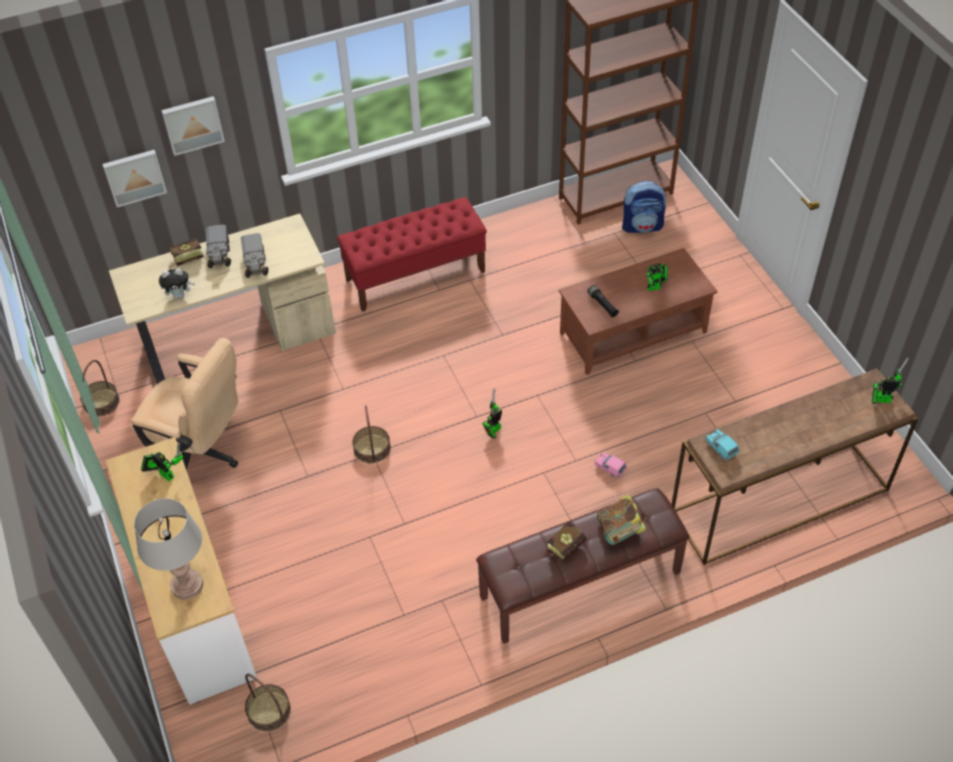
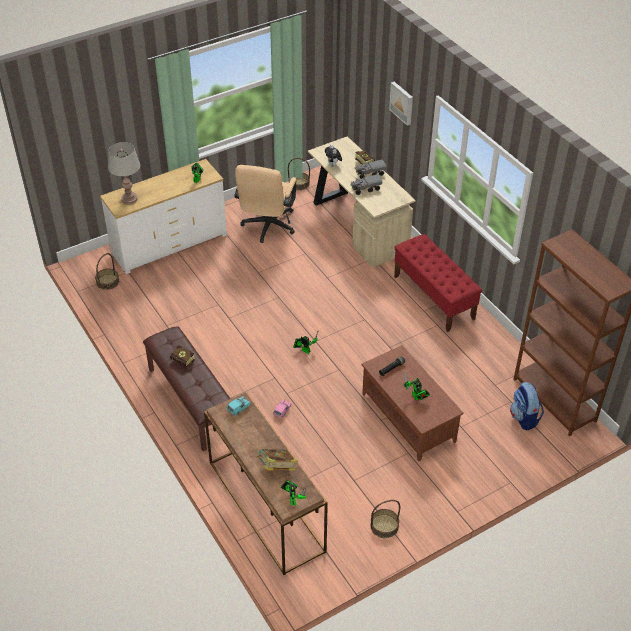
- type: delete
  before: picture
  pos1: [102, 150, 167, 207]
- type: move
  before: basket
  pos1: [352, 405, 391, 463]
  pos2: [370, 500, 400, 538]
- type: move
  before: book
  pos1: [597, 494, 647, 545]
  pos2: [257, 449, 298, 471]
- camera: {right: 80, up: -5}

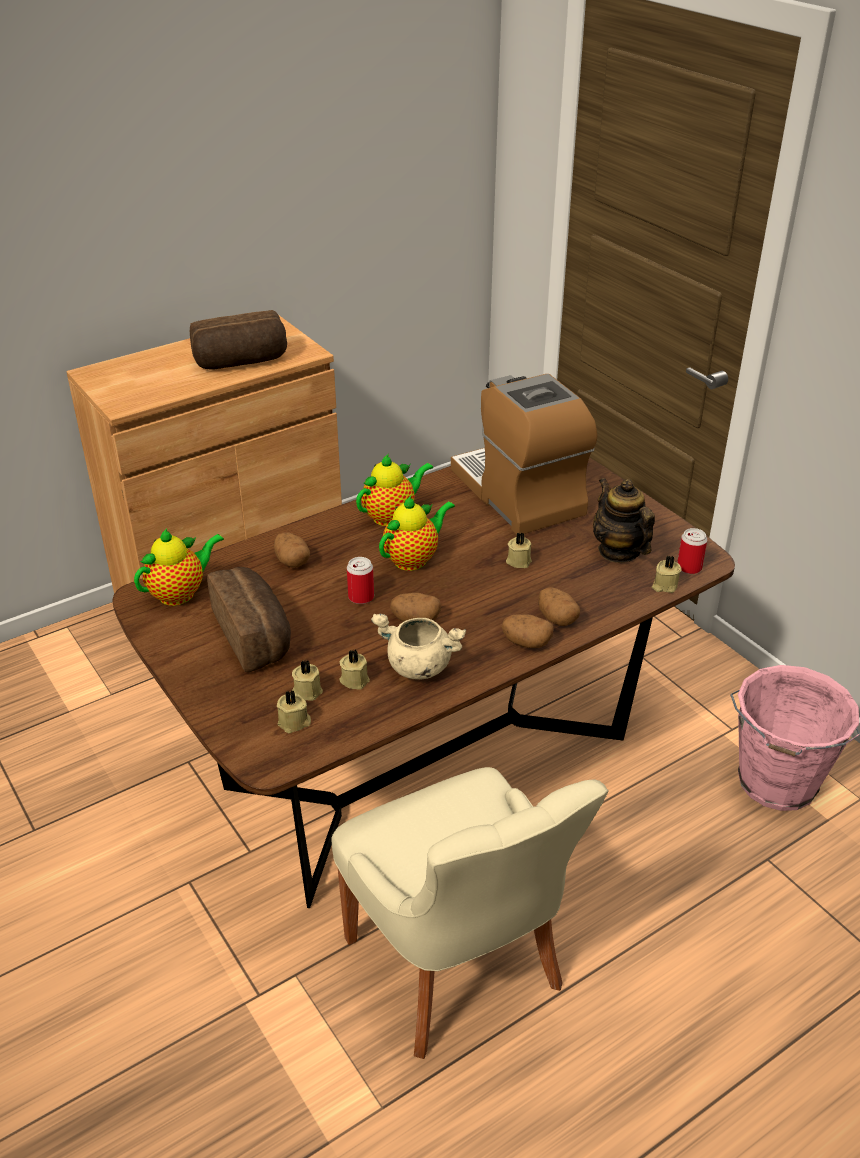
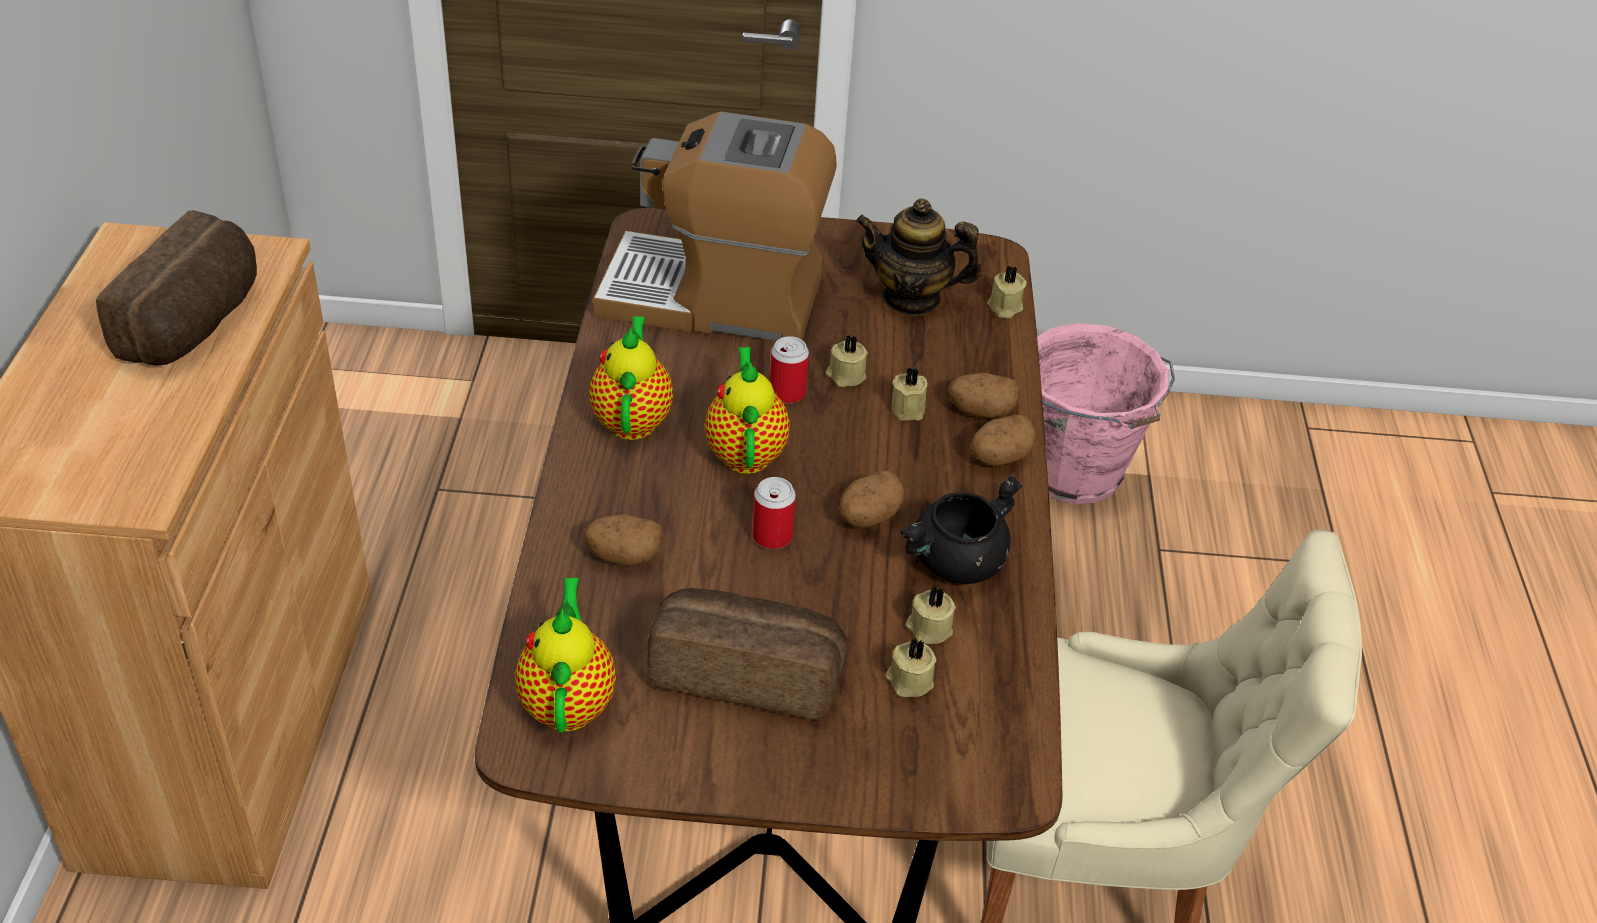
- type: move
  before: candle (beige)
  pos1: [277, 690, 311, 733]
  pos2: [892, 367, 928, 421]
- type: recolor
  before: cooking pot (beige)
  after: cooking pot (black)
  pos1: [371, 614, 466, 680]
  pos2: [900, 475, 1022, 584]
- type: move
  before: can
  pos1: [677, 528, 707, 574]
  pos2: [770, 336, 809, 404]
- camera: {right: -55, up: 5}

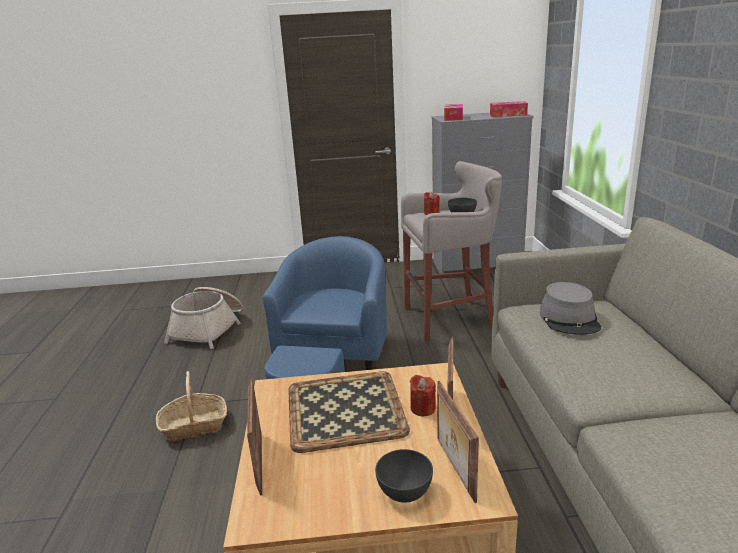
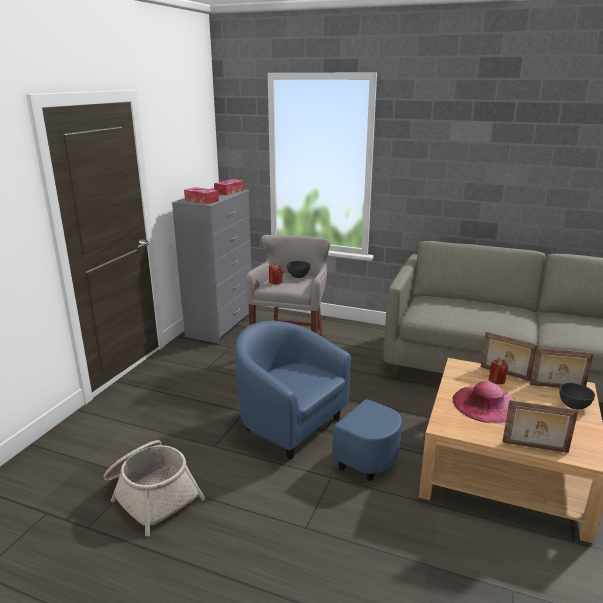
- type: delete
  before: basket
  pos1: [156, 371, 227, 442]
- type: replace
  before: tray
  after: hat (pink)
  pos1: [288, 371, 410, 453]
  pos2: [453, 381, 516, 424]
- type: delete
  before: hat (grey)
  pos1: [540, 282, 601, 335]
- camera: {right: -65, up: 0}

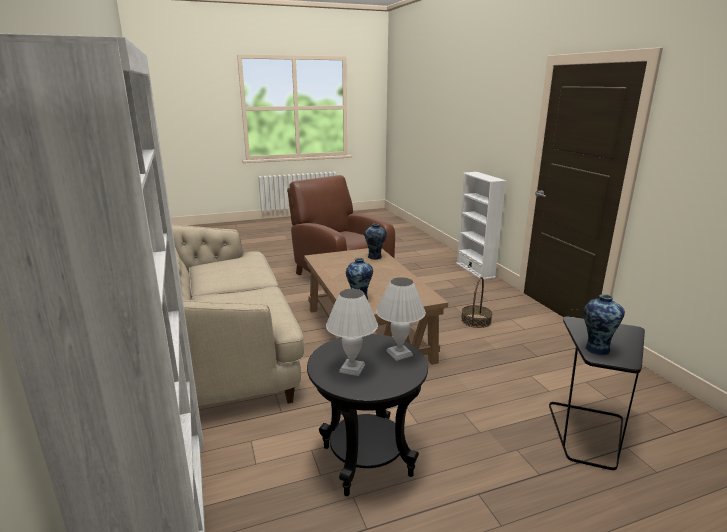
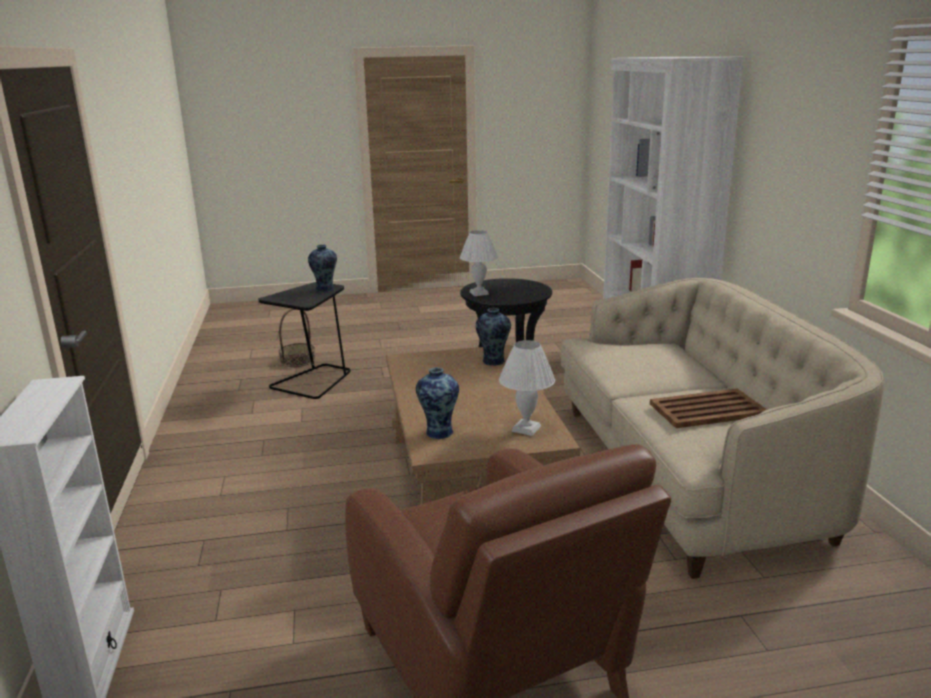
- type: move
  before: table lamp (white)
  pos1: [326, 289, 378, 376]
  pos2: [499, 340, 555, 436]
- type: move
  before: basket
  pos1: [461, 277, 492, 328]
  pos2: [279, 309, 316, 367]
- type: insert
  after: tray (brown)
  pos2: [650, 388, 767, 428]
- camera: {right: -170, up: 0}

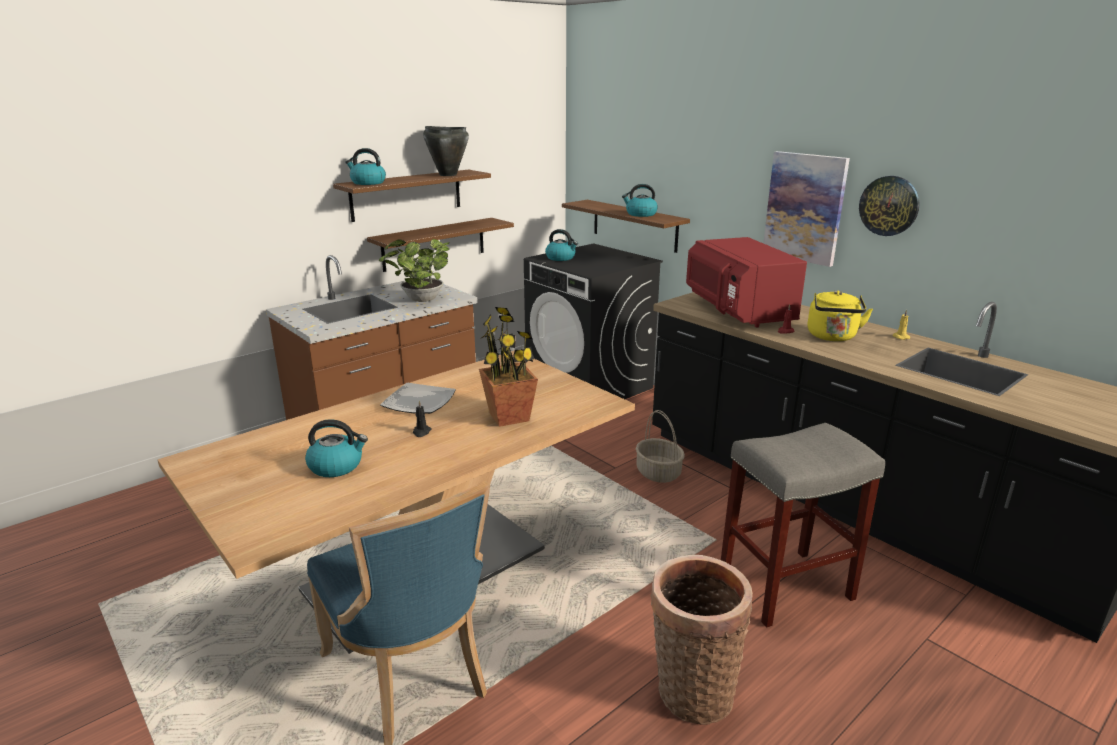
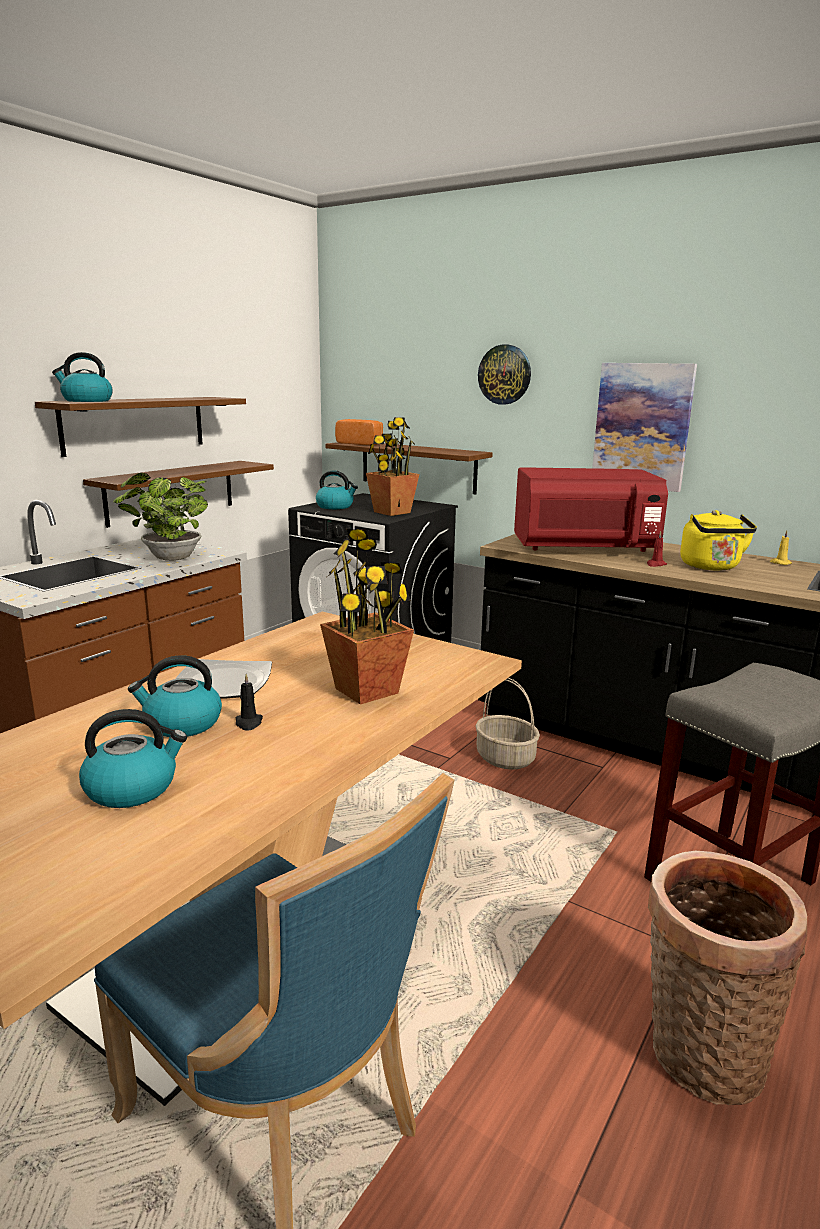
- type: delete
  before: cooking pot (black)
  pos1: [423, 126, 469, 176]
- type: move
  before: kettle
  pos1: [622, 184, 658, 217]
  pos2: [128, 655, 222, 737]
- type: rotate
  before: microwave (red)
  pos1: [686, 237, 807, 327]
  pos2: [514, 467, 668, 552]
  turn: -60
- type: move
  before: wall clock
  pos1: [859, 176, 920, 236]
  pos2: [478, 345, 531, 405]
- type: insert
  after: bread
  pos2: [335, 419, 383, 445]
- type: insert
  after: potted plant
  pos2: [366, 417, 419, 516]
- camera: {right: -15, up: -5}

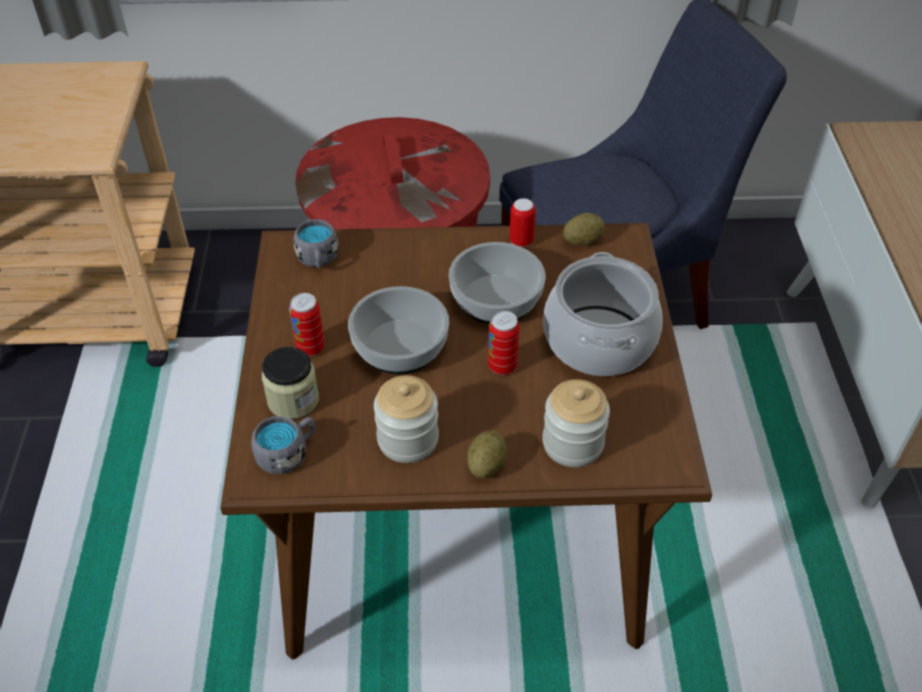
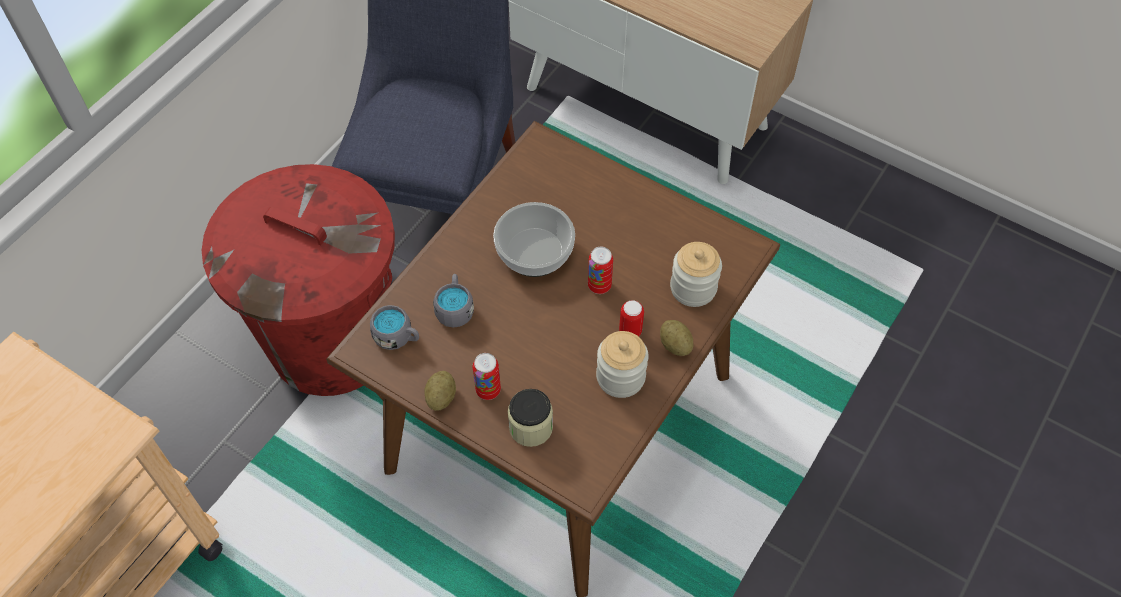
- type: move
  before: mug (grey)
  pos1: [251, 416, 316, 474]
  pos2: [433, 274, 474, 328]
- type: delete
  before: bowl
  pos1: [348, 286, 449, 375]
- type: move
  before: can
  pos1: [509, 198, 536, 247]
  pos2: [619, 300, 644, 337]
- type: delete
  before: cooking pot
  pos1: [543, 252, 662, 376]
- type: move
  before: potato
  pos1: [563, 213, 605, 245]
  pos2: [424, 371, 456, 411]
- camera: {right: -55, up: 10}

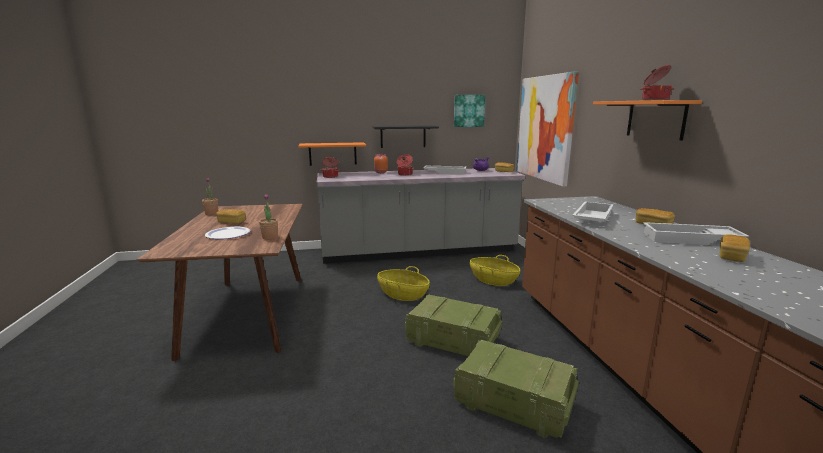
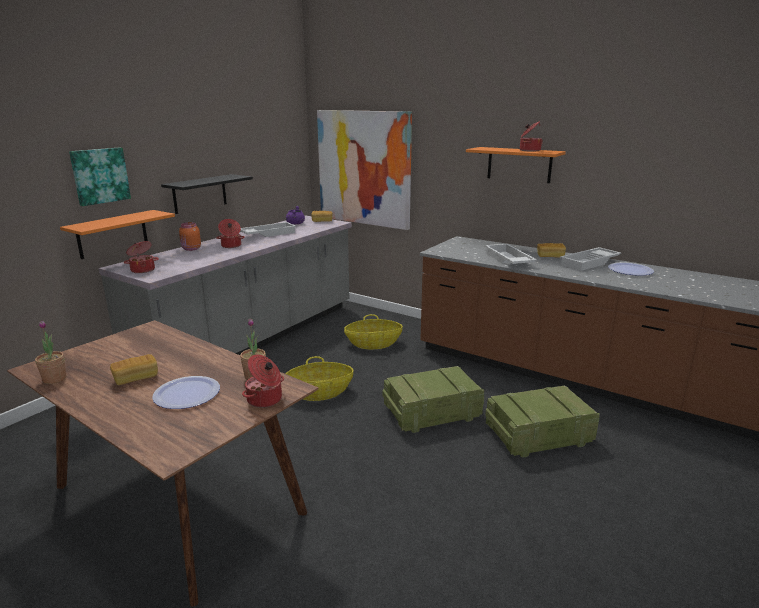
- type: move
  before: picture
  pos1: [454, 95, 485, 127]
  pos2: [69, 148, 131, 206]
- type: replace
  before: bread
  after: plate
  pos1: [719, 234, 750, 262]
  pos2: [608, 263, 654, 276]
- type: insert
  after: cooking pot
  pos2: [242, 355, 284, 408]
- camera: {right: -45, up: 5}

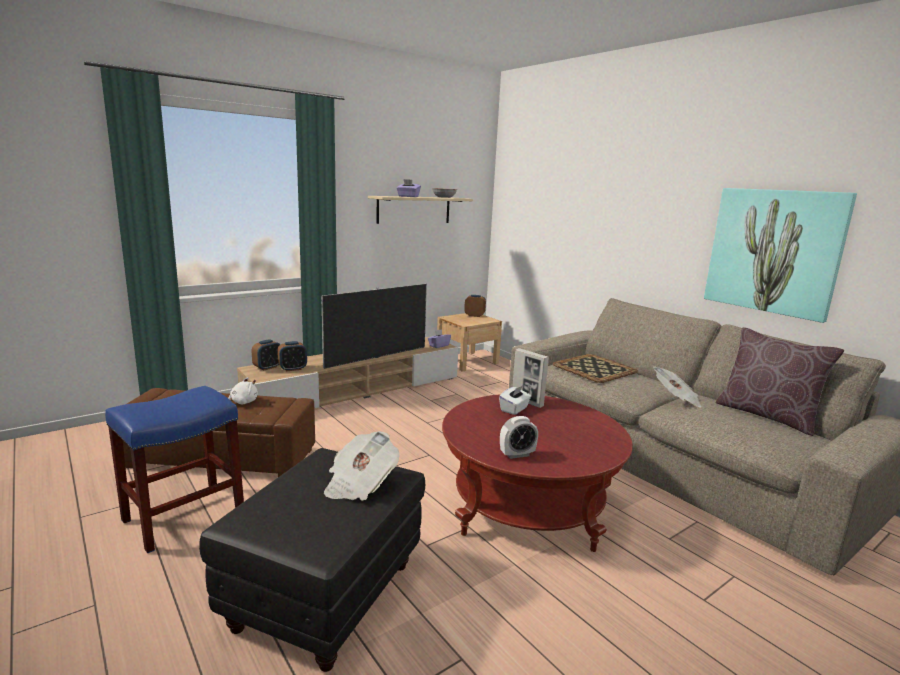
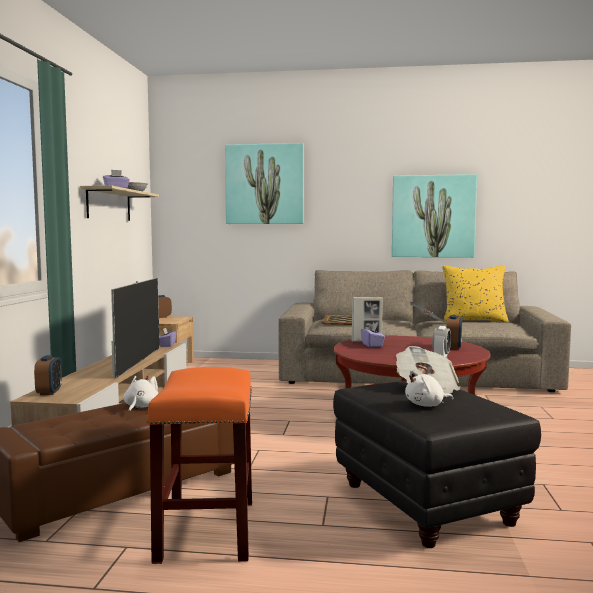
- type: recolor
  before: stool (blue)
  after: stool (orange)
  pos1: [105, 386, 244, 553]
  pos2: [147, 367, 252, 564]
- type: move
  before: alarm clock
  pos1: [277, 341, 307, 371]
  pos2: [446, 315, 462, 349]
- type: recolor
  before: tissue box (white)
  after: tissue box (purple)
  pos1: [499, 386, 531, 415]
  pos2: [361, 324, 385, 348]
- type: recolor
  before: pillow (brown)
  after: pillow (yellow)
  pos1: [716, 327, 844, 436]
  pos2: [442, 266, 509, 322]
- type: insert
  after: picture
  pos2: [225, 143, 304, 224]
- type: insert
  after: plush toy (white)
  pos2: [405, 370, 454, 407]
- camera: {right: -45, up: -10}

